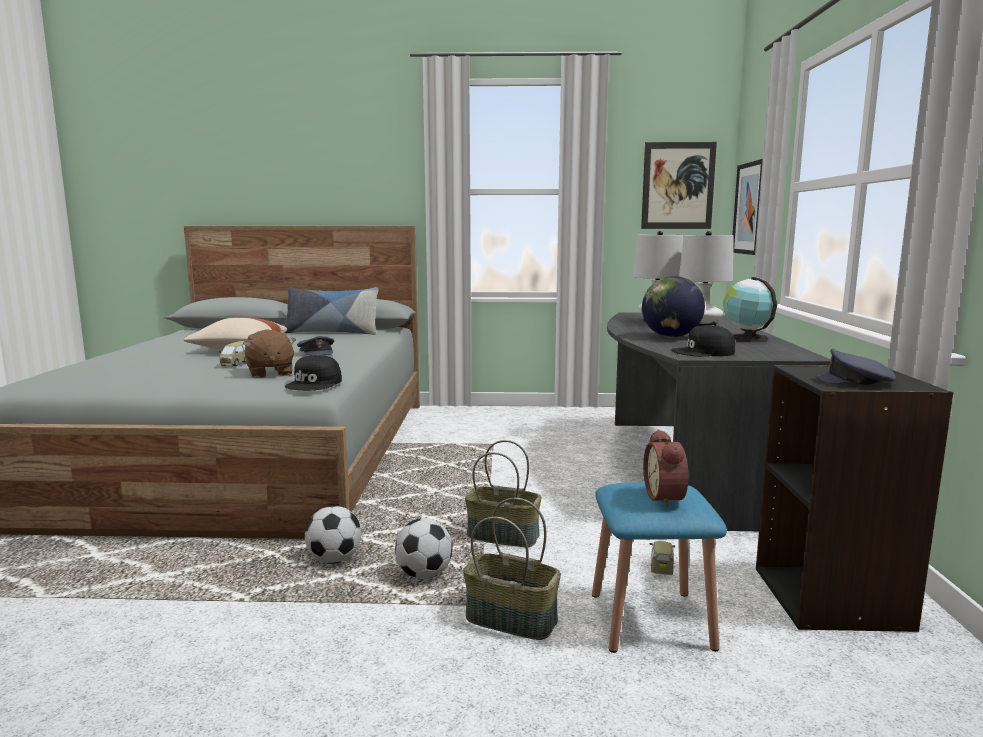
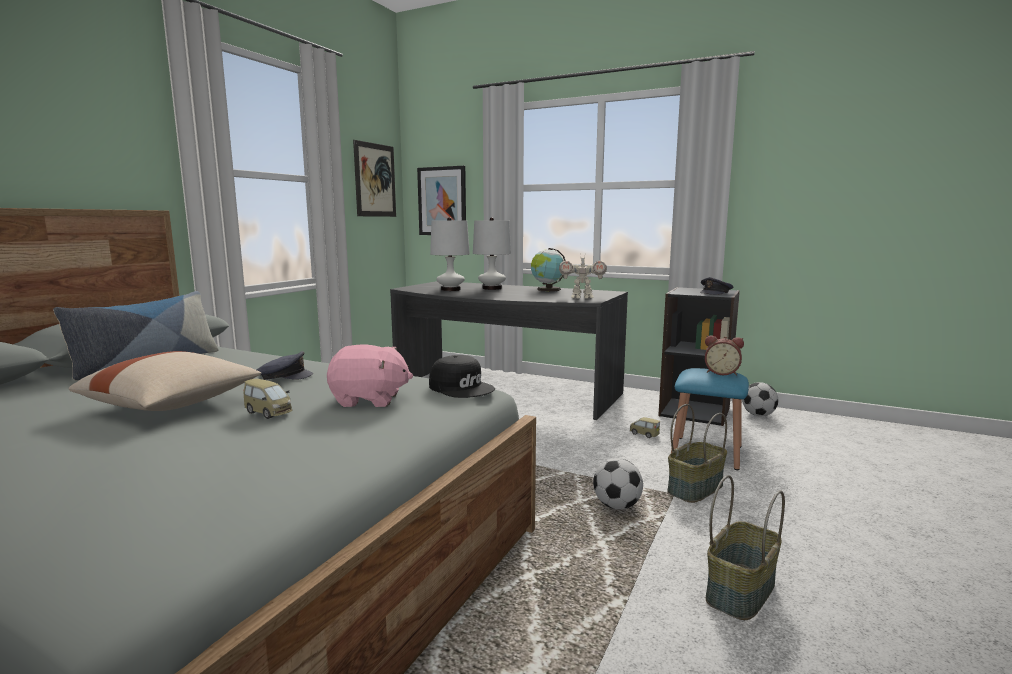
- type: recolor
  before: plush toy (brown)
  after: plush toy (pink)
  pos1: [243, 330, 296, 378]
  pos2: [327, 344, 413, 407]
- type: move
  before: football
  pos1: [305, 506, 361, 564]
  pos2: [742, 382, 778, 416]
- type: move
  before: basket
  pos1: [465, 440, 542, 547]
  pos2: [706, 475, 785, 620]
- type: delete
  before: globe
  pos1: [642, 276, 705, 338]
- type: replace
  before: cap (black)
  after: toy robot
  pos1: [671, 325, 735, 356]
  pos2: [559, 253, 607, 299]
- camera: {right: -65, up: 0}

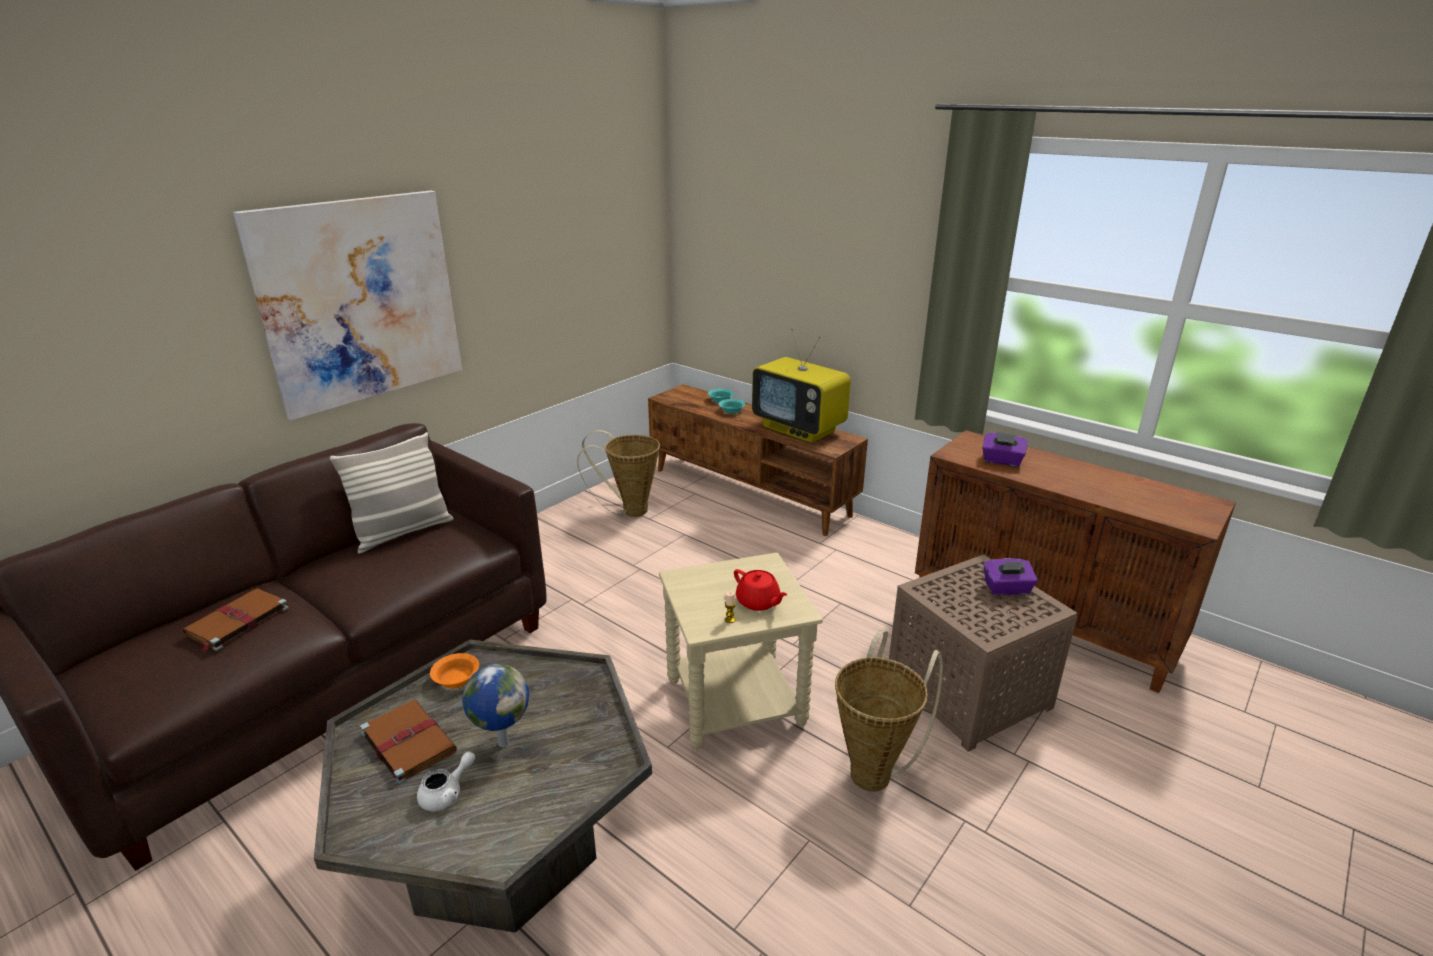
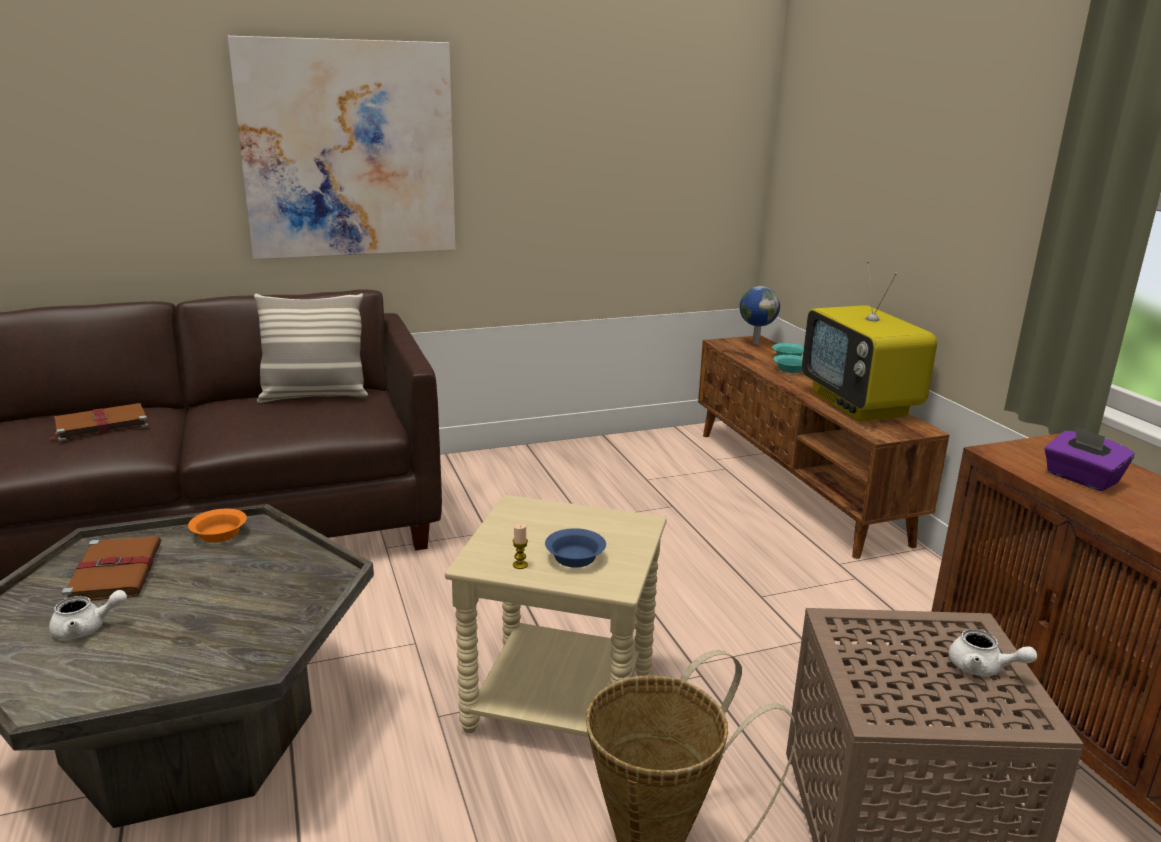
- type: move
  before: globe
  pos1: [462, 664, 529, 747]
  pos2: [740, 286, 780, 344]
- type: delete
  before: basket
  pos1: [577, 430, 660, 517]
- type: replace
  before: teapot (red)
  after: bowl (blue)
  pos1: [734, 569, 787, 611]
  pos2: [545, 528, 606, 568]
- type: replace
  before: tissue box (purple)
  after: teapot (white)
  pos1: [984, 558, 1038, 595]
  pos2: [949, 629, 1037, 676]
- camera: {right: 30, up: -5}

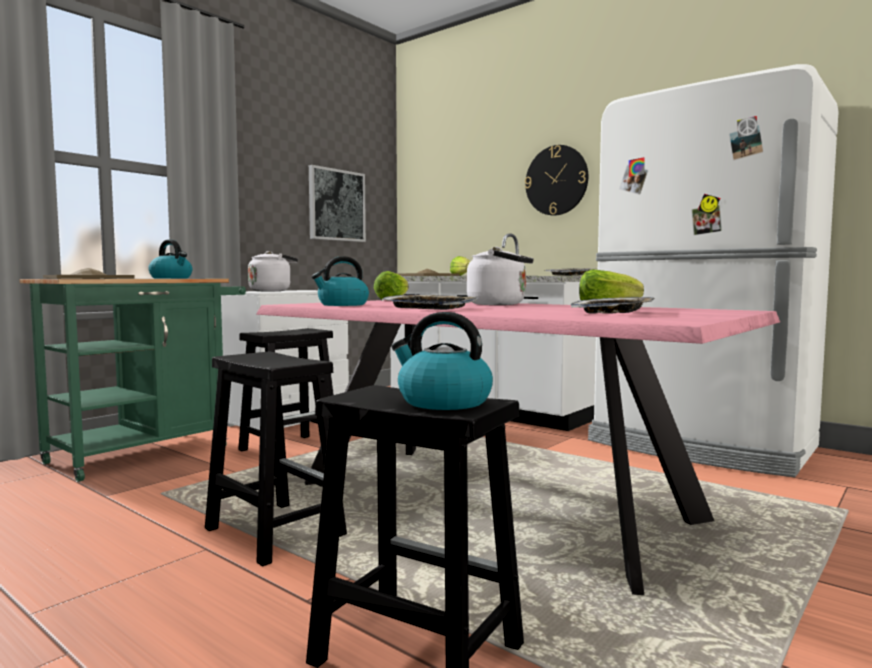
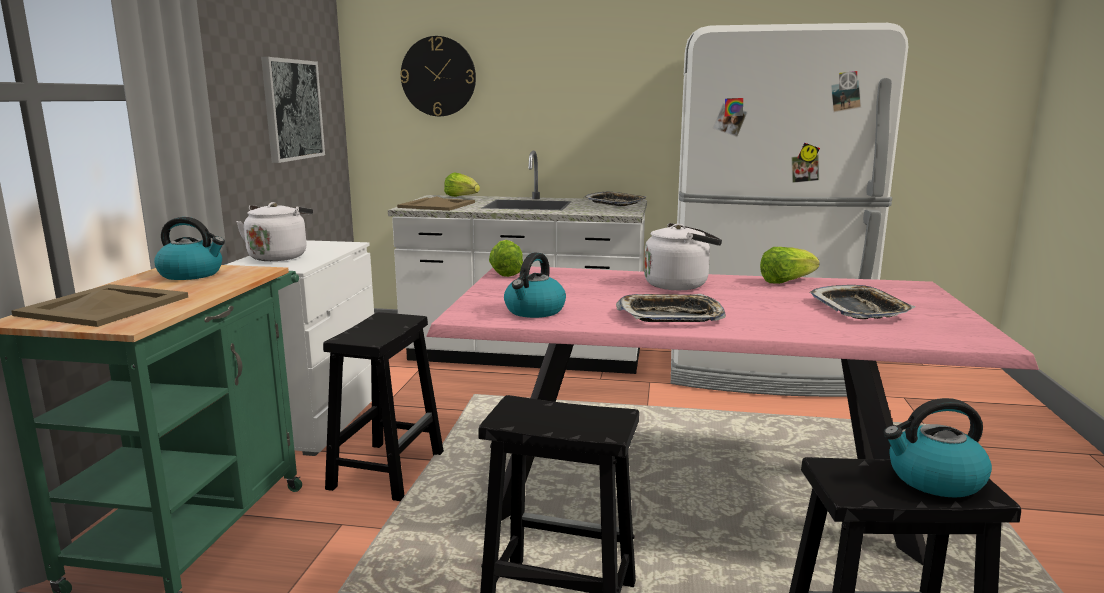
- type: move
  before: wall clock
  pos1: [525, 145, 588, 216]
  pos2: [400, 36, 476, 116]
- camera: {right: -30, up: 10}

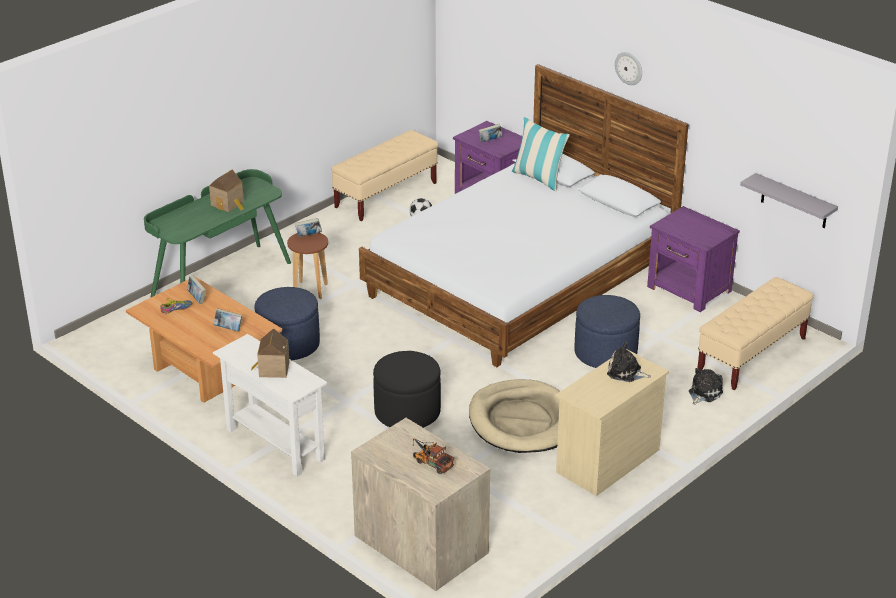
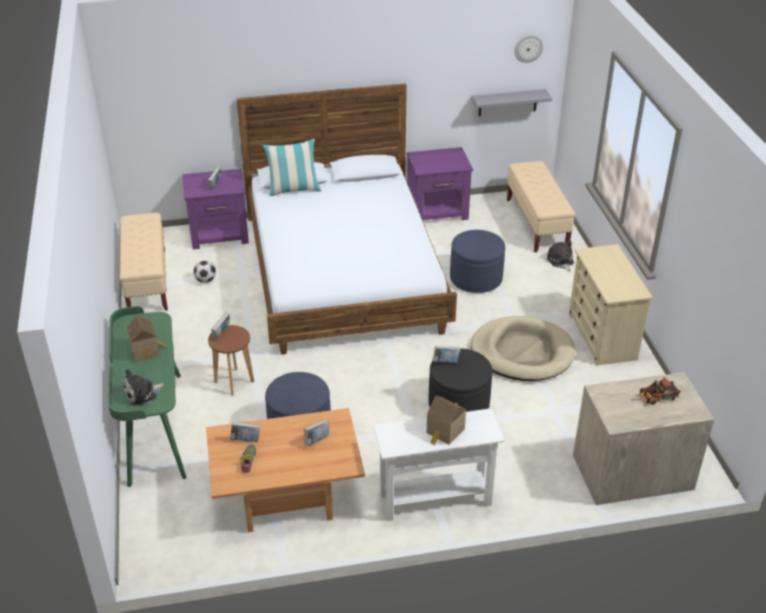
- type: move
  before: plush toy
  pos1: [607, 342, 651, 382]
  pos2: [123, 369, 164, 406]
- type: move
  before: wall clock
  pos1: [615, 52, 642, 85]
  pos2: [515, 35, 543, 63]
- type: insert
  after: book
  pos2: [433, 346, 460, 363]
- camera: {right: -55, up: 5}

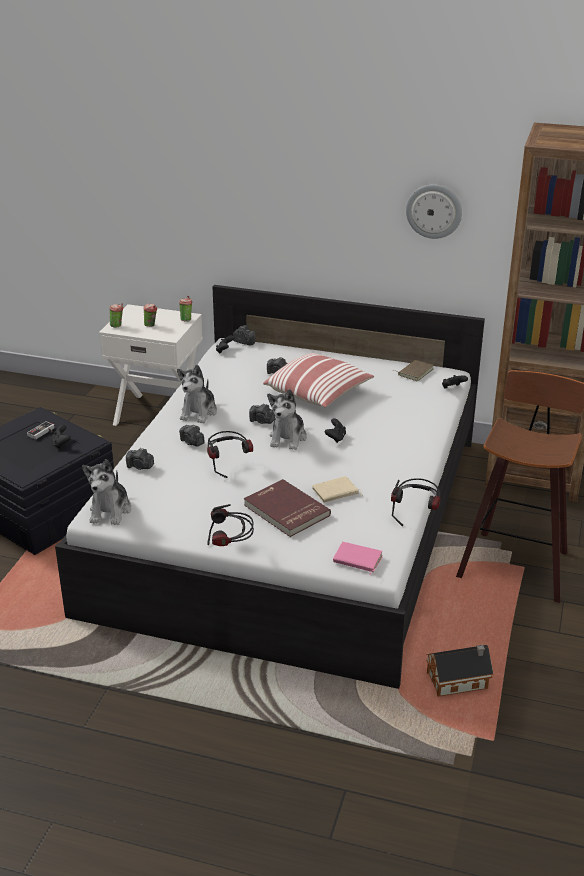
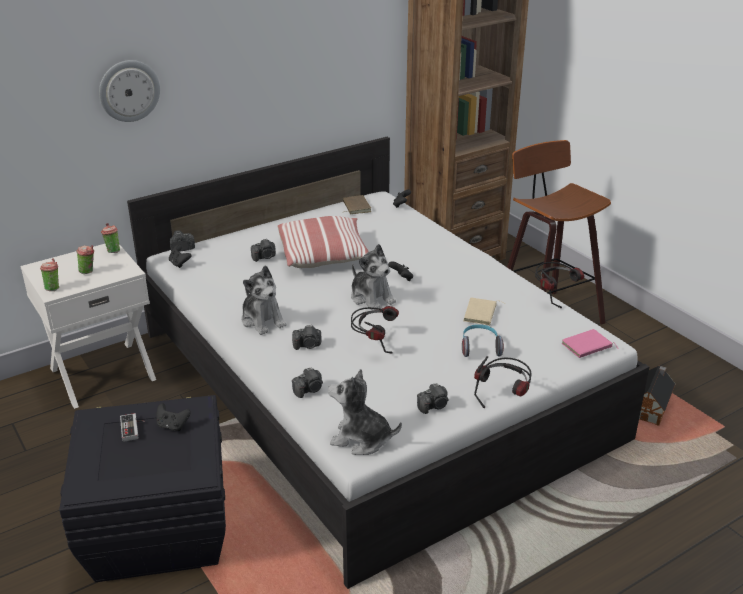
- type: rotate
  before: plush toy
  pos1: [82, 459, 131, 525]
  pos2: [328, 369, 402, 455]
  turn: 150
- type: replace
  before: book (red)
  after: headphones
  pos1: [244, 479, 331, 537]
  pos2: [462, 324, 504, 357]
- type: move
  before: photo camera
  pos1: [249, 403, 275, 424]
  pos2: [417, 383, 449, 414]
- type: move
  before: wall clock
  pos1: [406, 184, 462, 239]
  pos2: [99, 60, 160, 122]
- camera: {right: -50, up: 0}

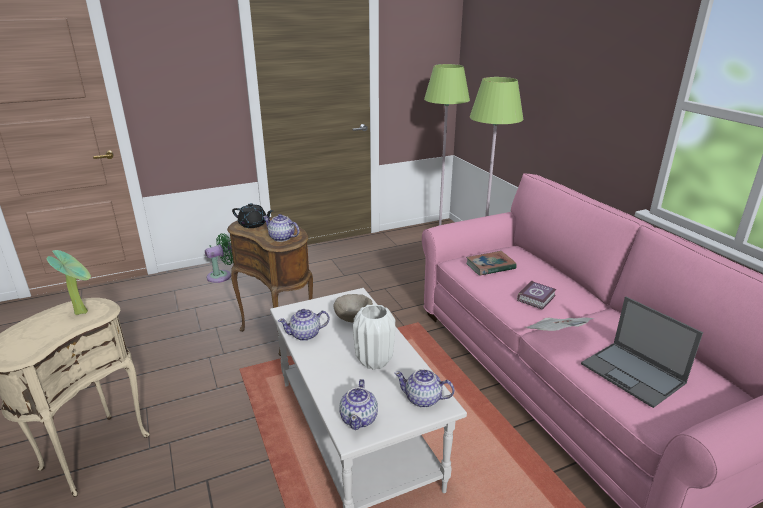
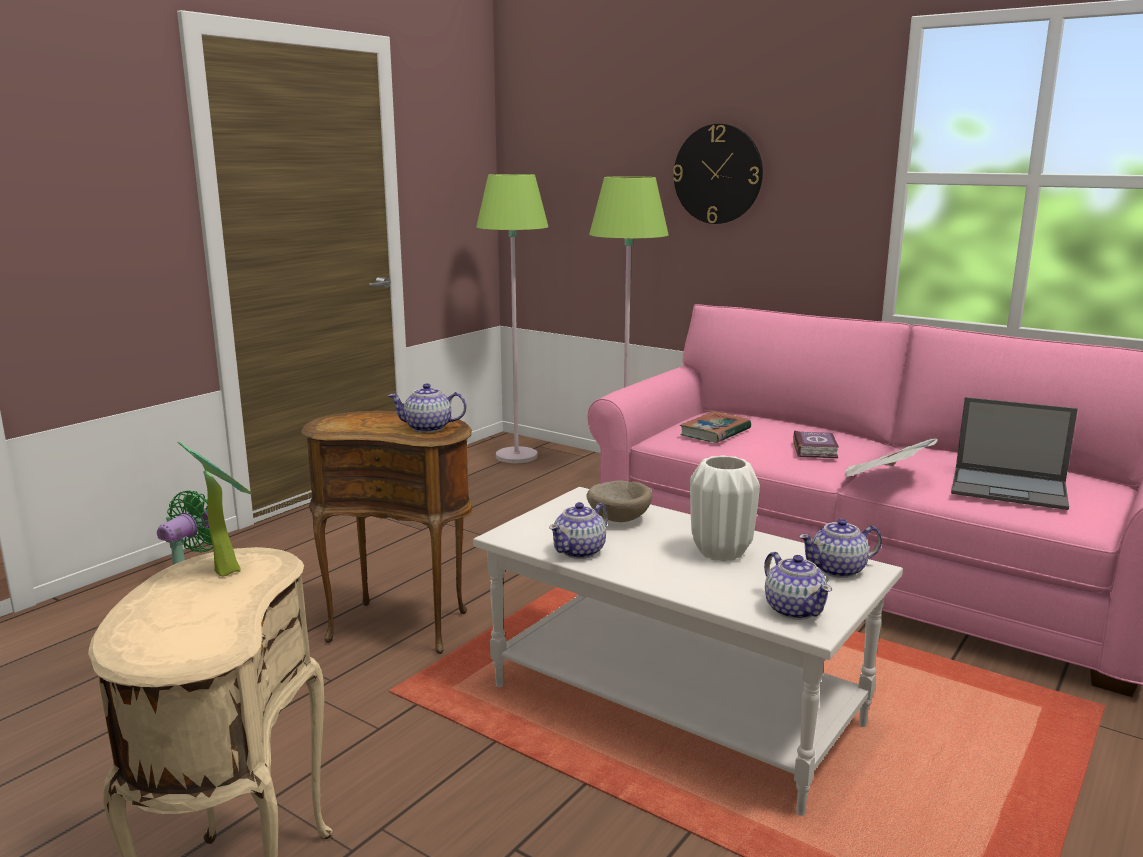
- type: delete
  before: teapot (black)
  pos1: [232, 203, 273, 228]
- type: insert
  after: wall clock
  pos2: [673, 124, 763, 224]
- camera: {right: -30, up: -10}

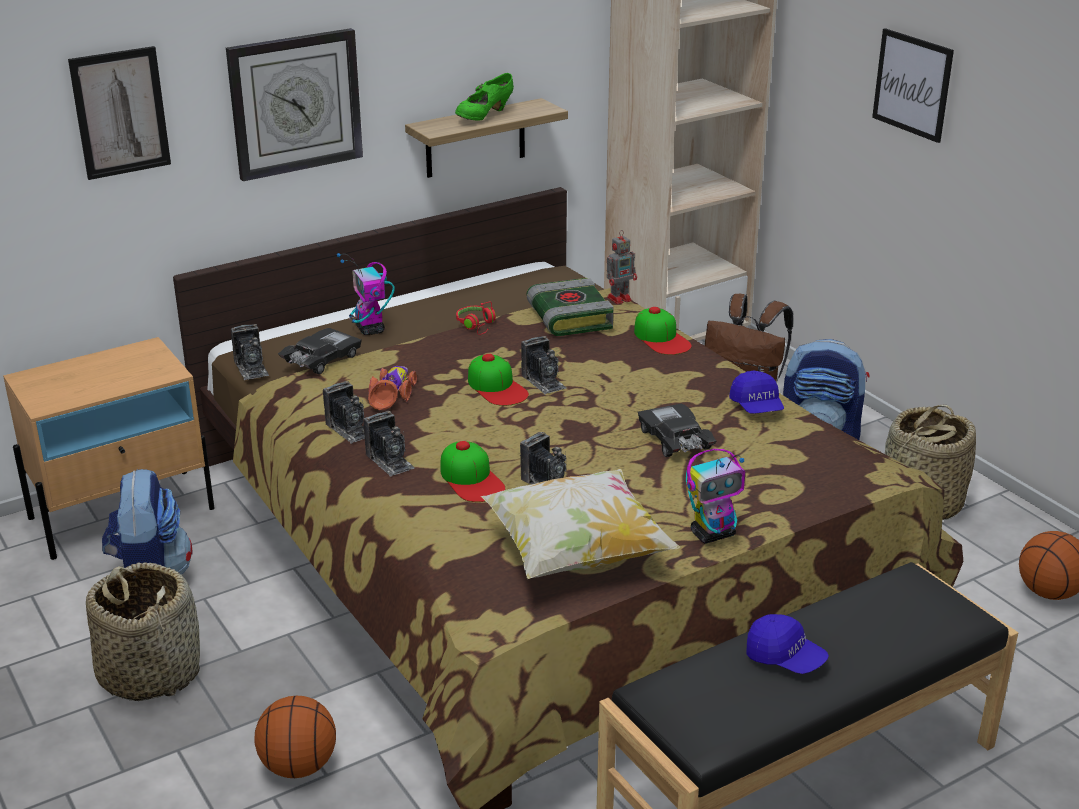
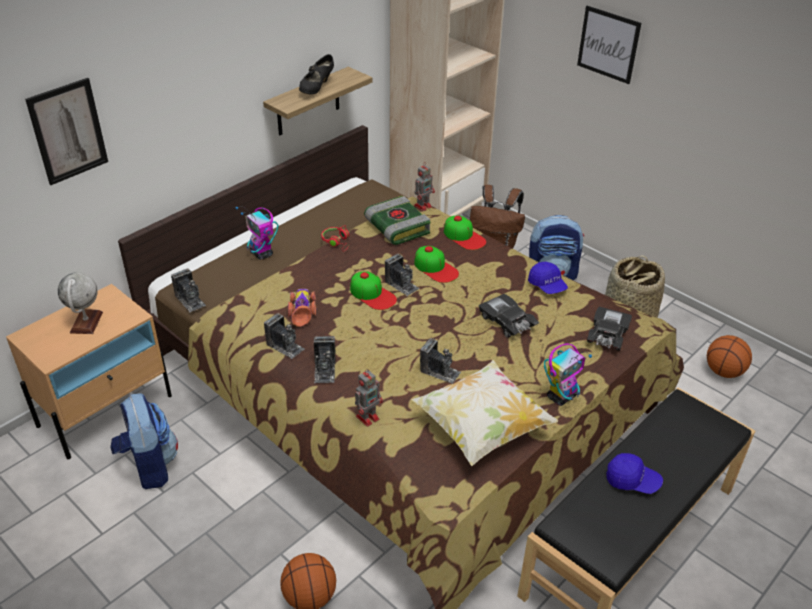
- type: delete
  before: basket
  pos1: [86, 562, 200, 701]
- type: delete
  before: wall clock
  pos1: [226, 28, 363, 181]
- type: move
  before: toy car (black)
  pos1: [278, 328, 362, 374]
  pos2: [587, 307, 632, 351]
- type: rotate
  before: photo camera
  pos1: [363, 411, 415, 477]
  pos2: [314, 336, 336, 383]
  turn: 45
- type: move
  before: cap
  pos1: [440, 441, 505, 502]
  pos2: [414, 246, 459, 283]
- type: recolor
  before: shoe (green)
  after: shoe (black)
  pos1: [455, 73, 514, 120]
  pos2: [299, 54, 334, 95]
- type: insert
  after: globe
  pos2: [58, 272, 103, 334]
- type: insert
  after: toy robot
  pos2: [355, 369, 383, 427]
- camera: {right: -15, up: 10}

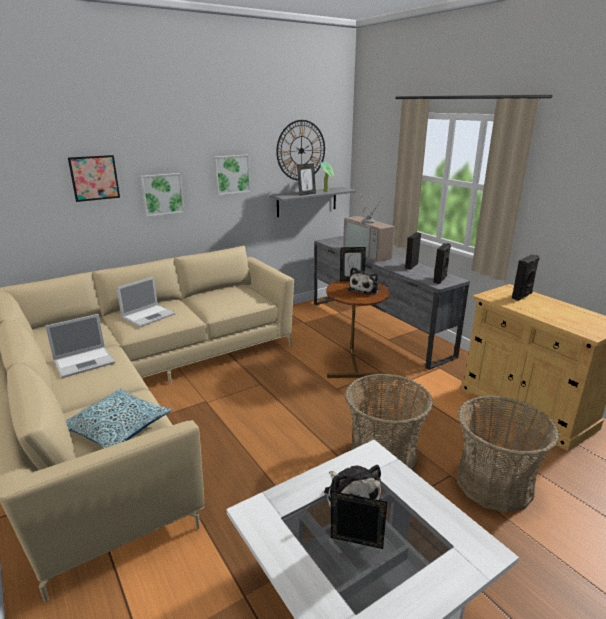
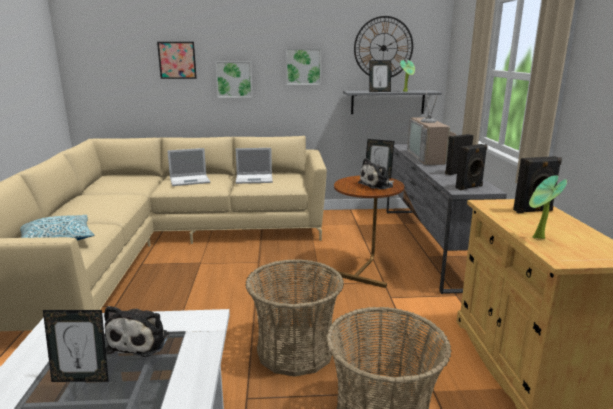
- type: move
  before: laptop
  pos1: [45, 314, 115, 378]
  pos2: [235, 148, 273, 184]
- type: rotate
  before: picture frame
  pos1: [331, 491, 387, 549]
  pos2: [43, 310, 109, 382]
  turn: 135
- type: insert
  after: potted plant
  pos2: [529, 175, 567, 239]
- camera: {right: 30, up: -5}

